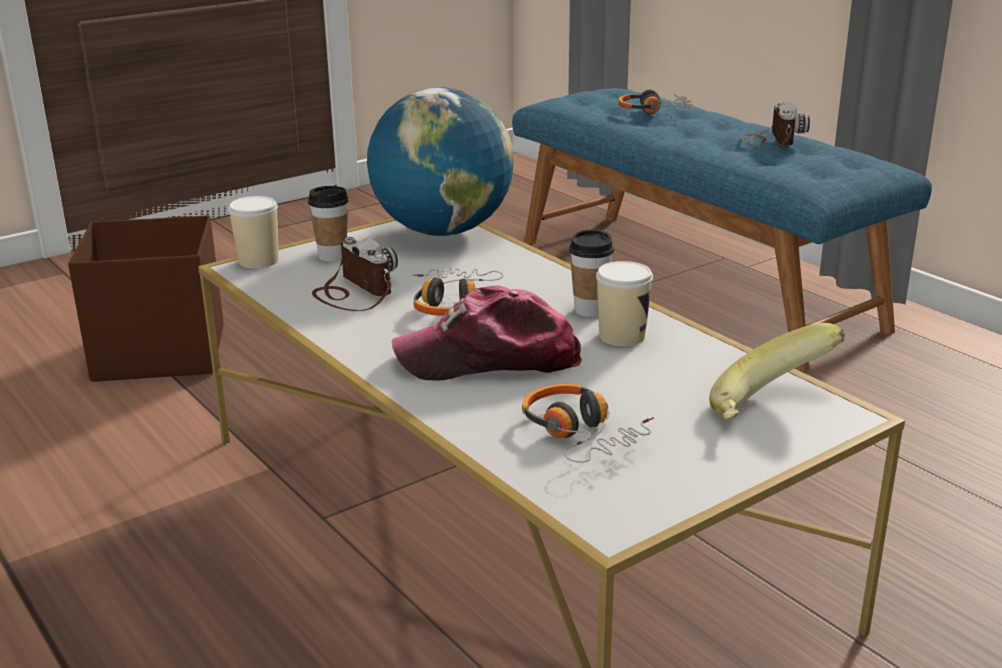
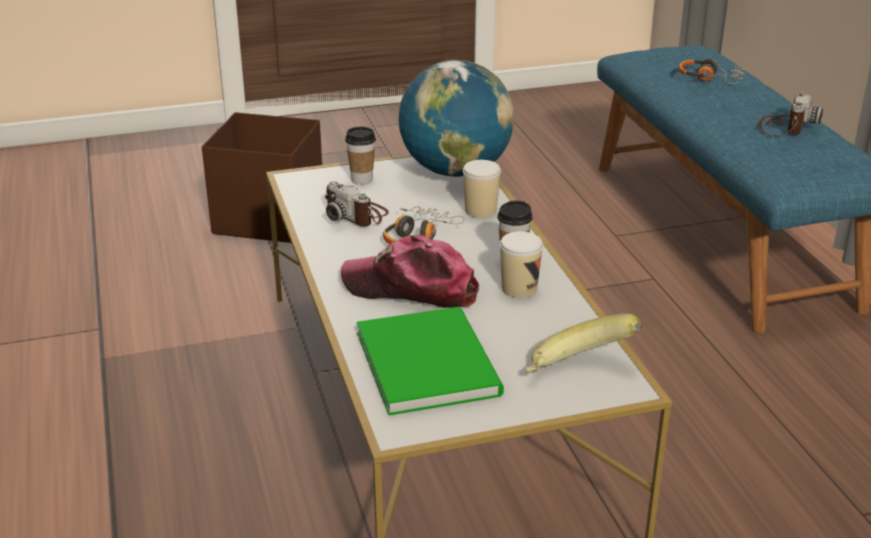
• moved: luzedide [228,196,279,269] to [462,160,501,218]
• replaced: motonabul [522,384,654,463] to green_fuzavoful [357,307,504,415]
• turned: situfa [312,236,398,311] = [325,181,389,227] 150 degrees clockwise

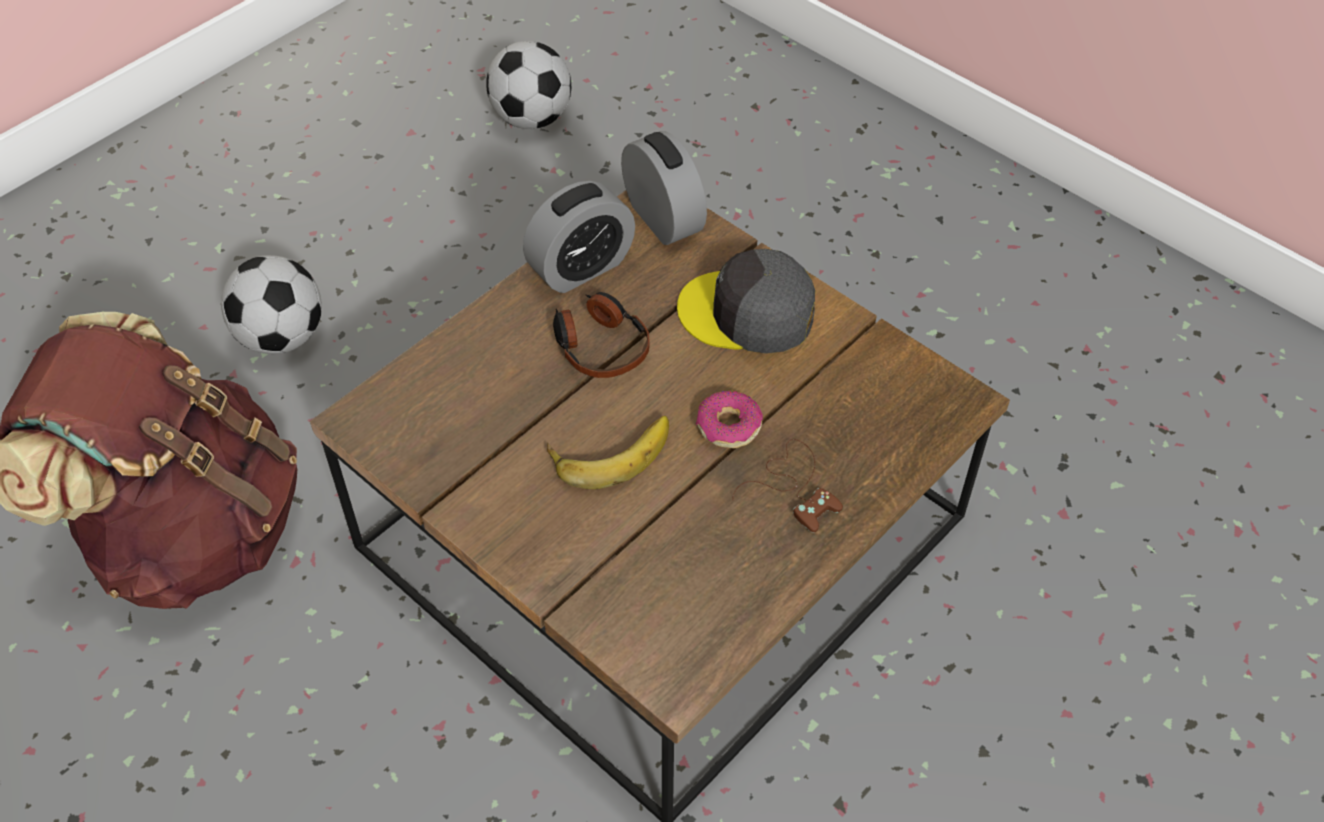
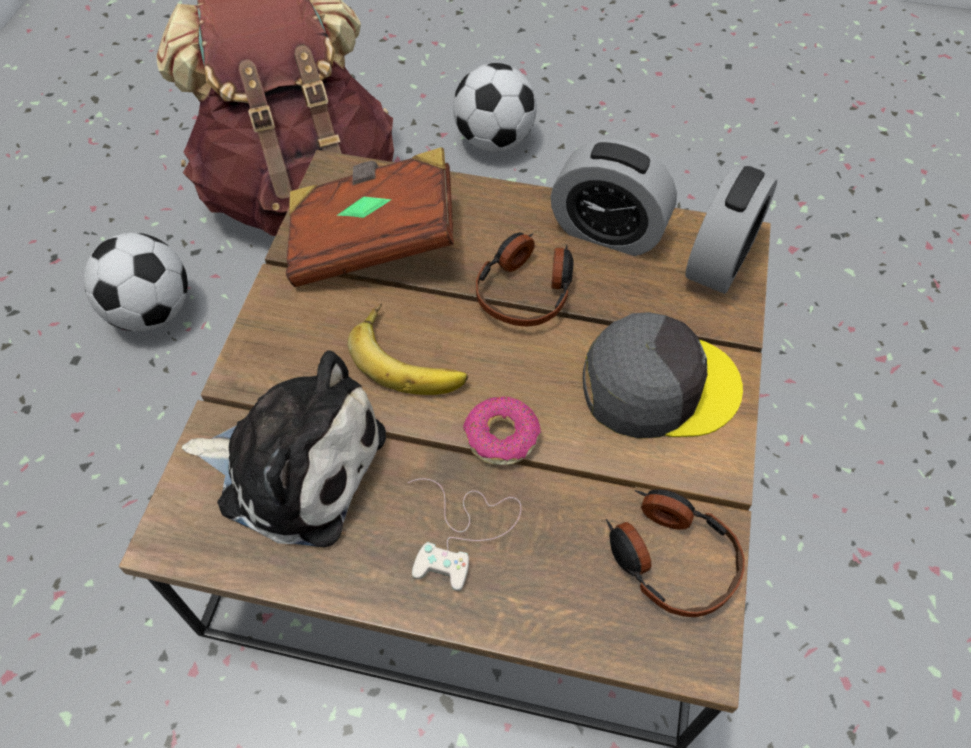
• added: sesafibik [182,350,386,548]
• added: brown_fuzavoful [286,147,454,287]
• added: motonabul [606,489,745,617]
• moved: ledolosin [486,41,571,129] to [84,233,188,332]
• recoloured: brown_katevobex [732,439,843,533] to white_katevobex [408,479,521,591]
• turned: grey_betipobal [677,249,815,354] = [583,312,743,439] 105 degrees clockwise

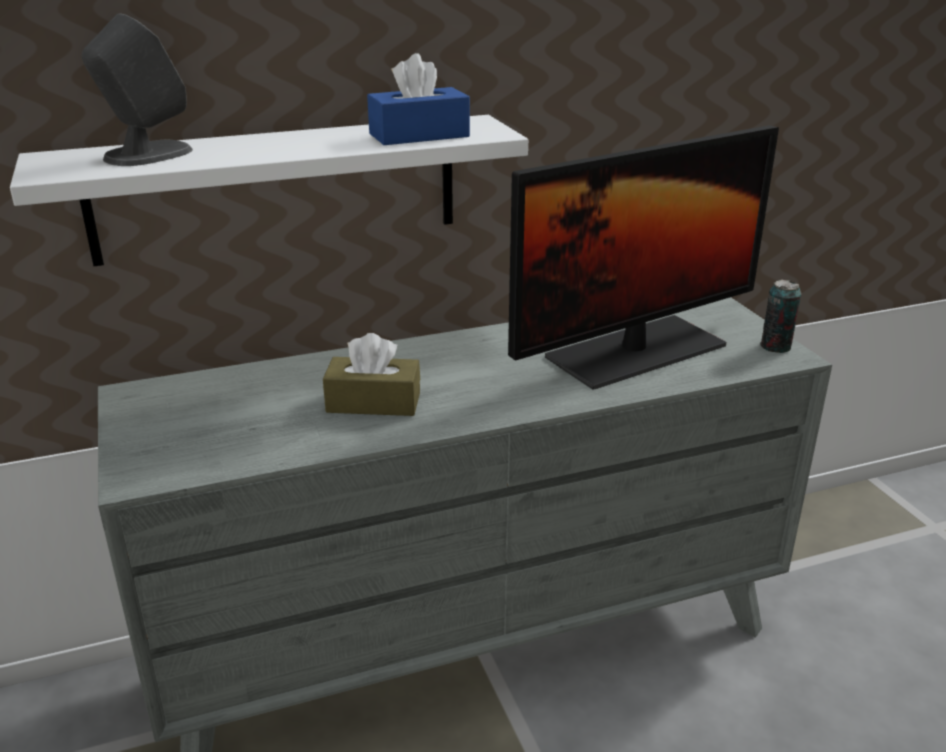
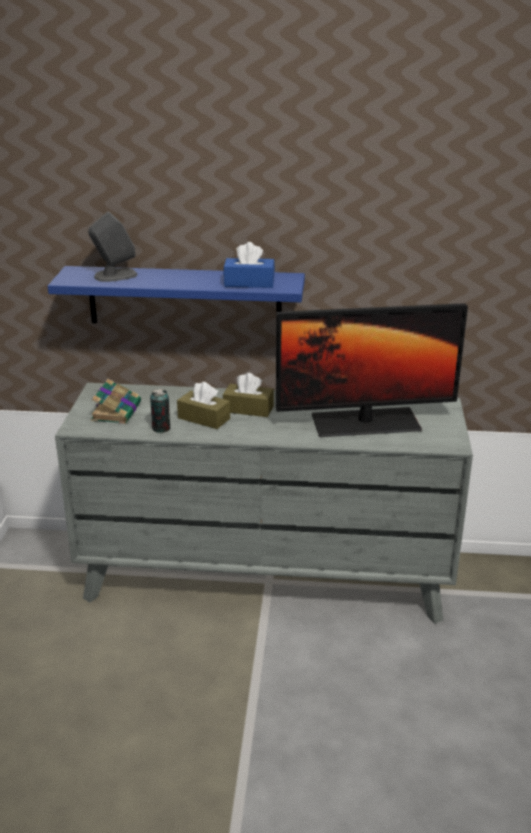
• added: fuzavoful [91,378,141,424]
• added: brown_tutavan [223,373,274,417]
• moved: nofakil [760,280,801,353] to [150,389,170,433]
• recoloured: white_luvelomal [10,115,528,266] to blue_luvelomal [48,266,305,323]

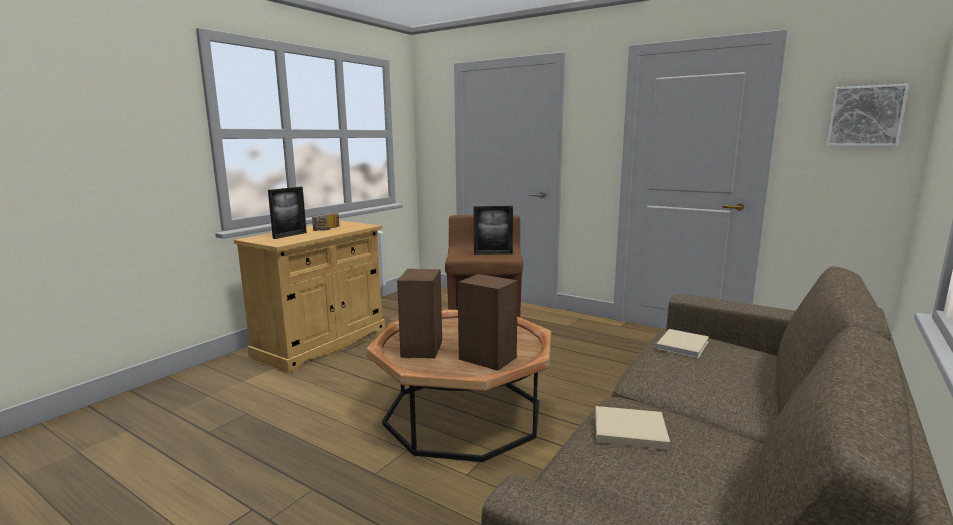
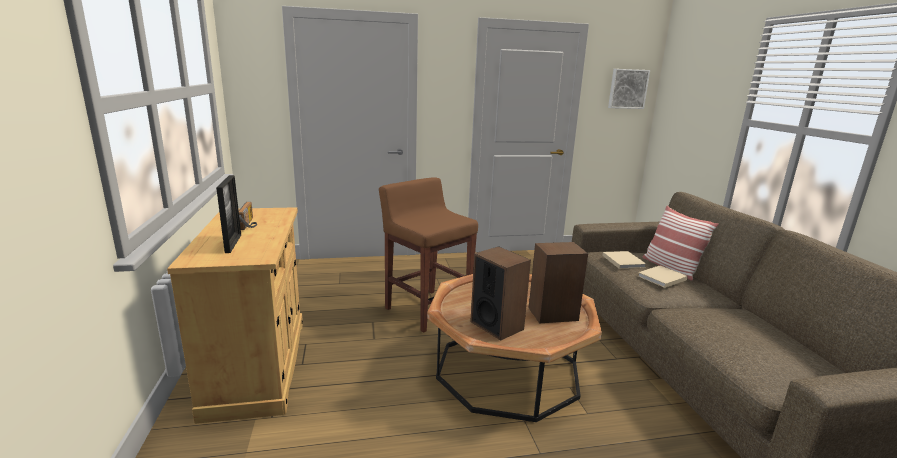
• removed: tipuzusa [474,206,513,255]
• added: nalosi [642,206,719,281]
• moved: beige_fuzavoful [595,406,670,450] to [638,265,688,288]

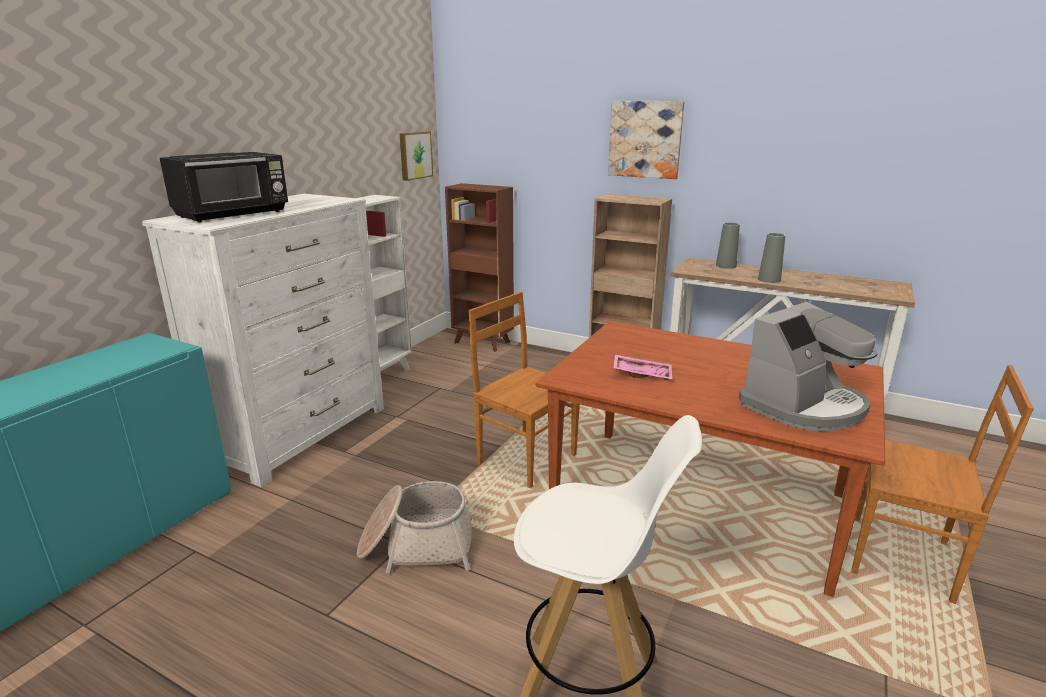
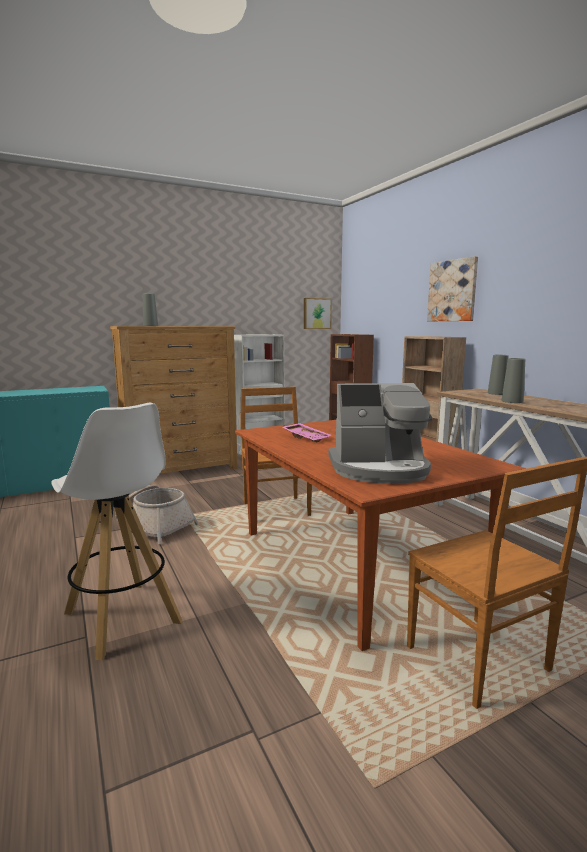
• replaced: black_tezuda [160,152,288,223] to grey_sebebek [143,294,158,326]
• recoloured: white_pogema [142,194,384,487] to brown_pogema [110,326,238,474]

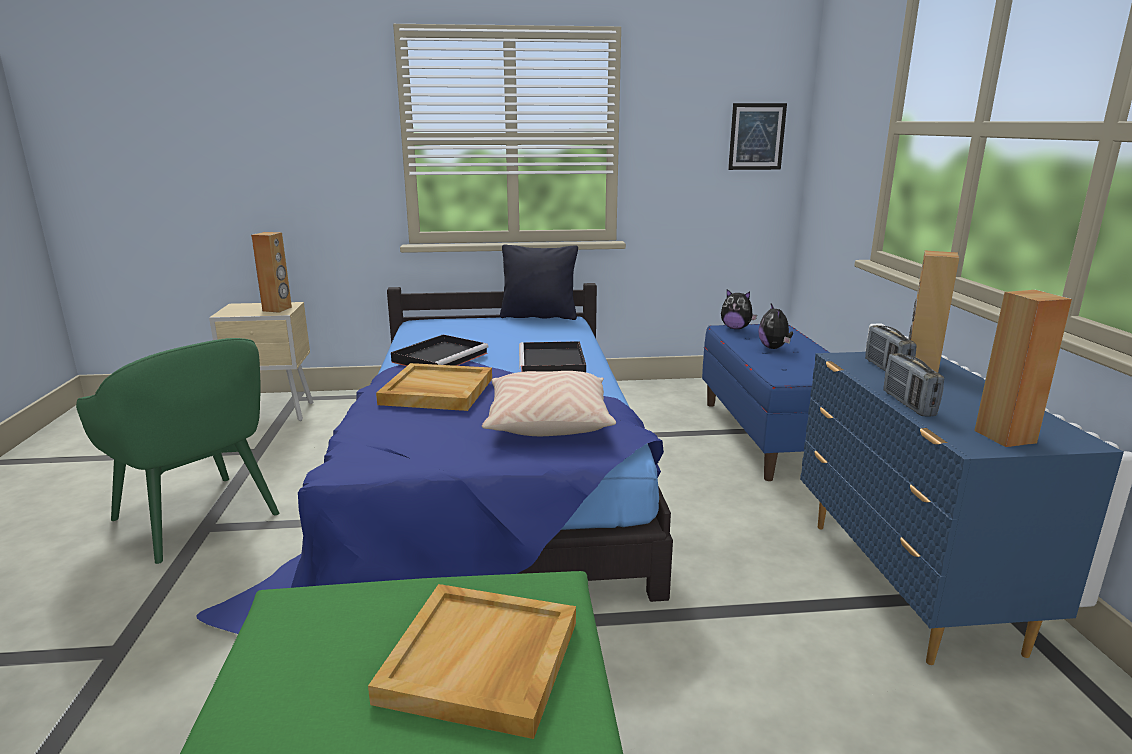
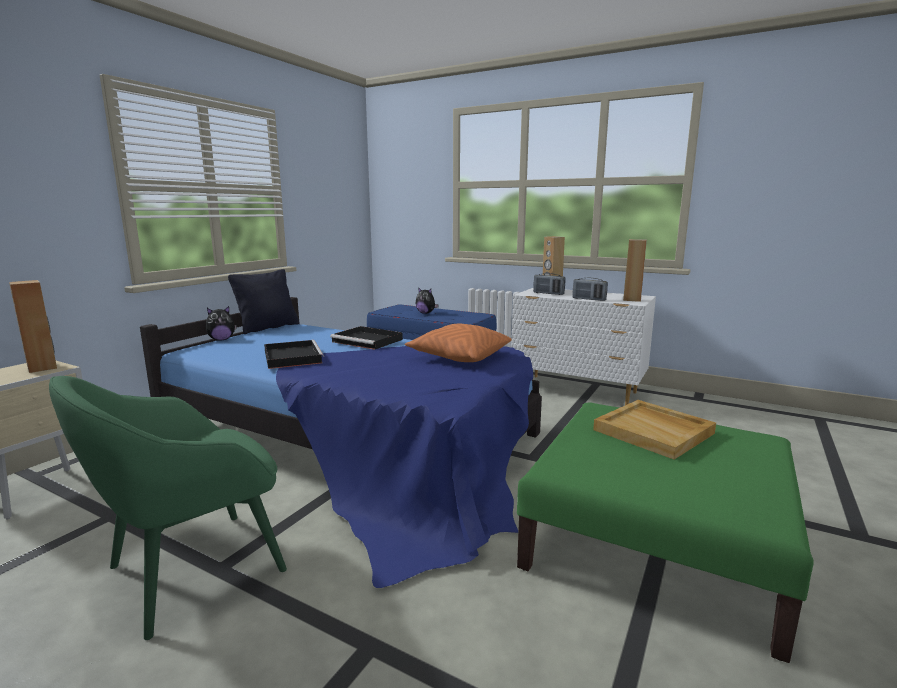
• removed: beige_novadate [376,363,492,411]
• removed: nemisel [728,103,787,170]
• moved: sesafibik [721,289,757,329] to [205,306,237,341]
• recoloured: beige_nalosi [482,371,616,436] to orange_nalosi [405,324,512,362]
• recoloured: blue_pogema [800,352,1124,665] to white_pogema [511,288,656,405]
• turned: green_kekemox [76,338,279,564] = [49,376,287,640] 150 degrees clockwise

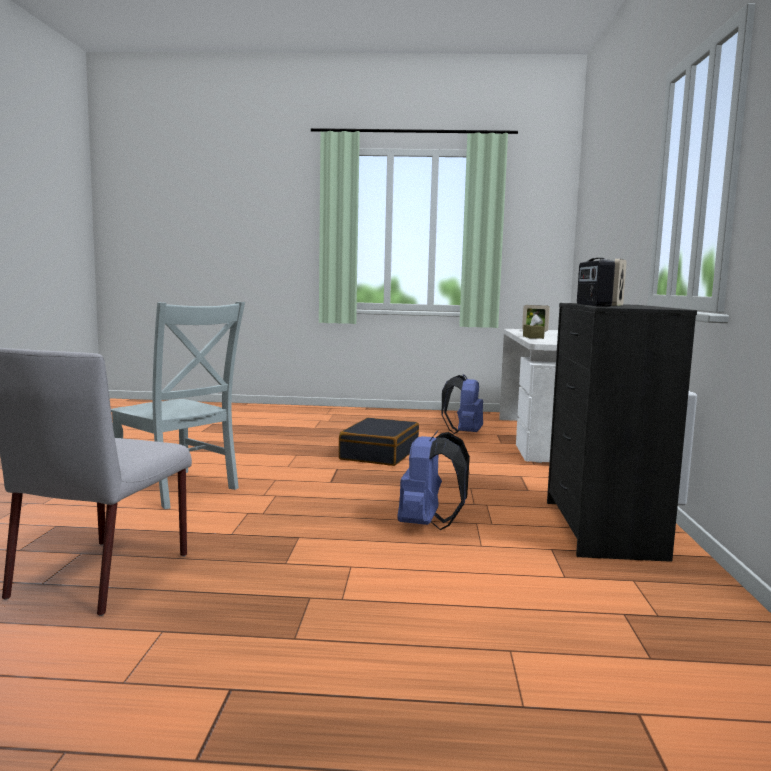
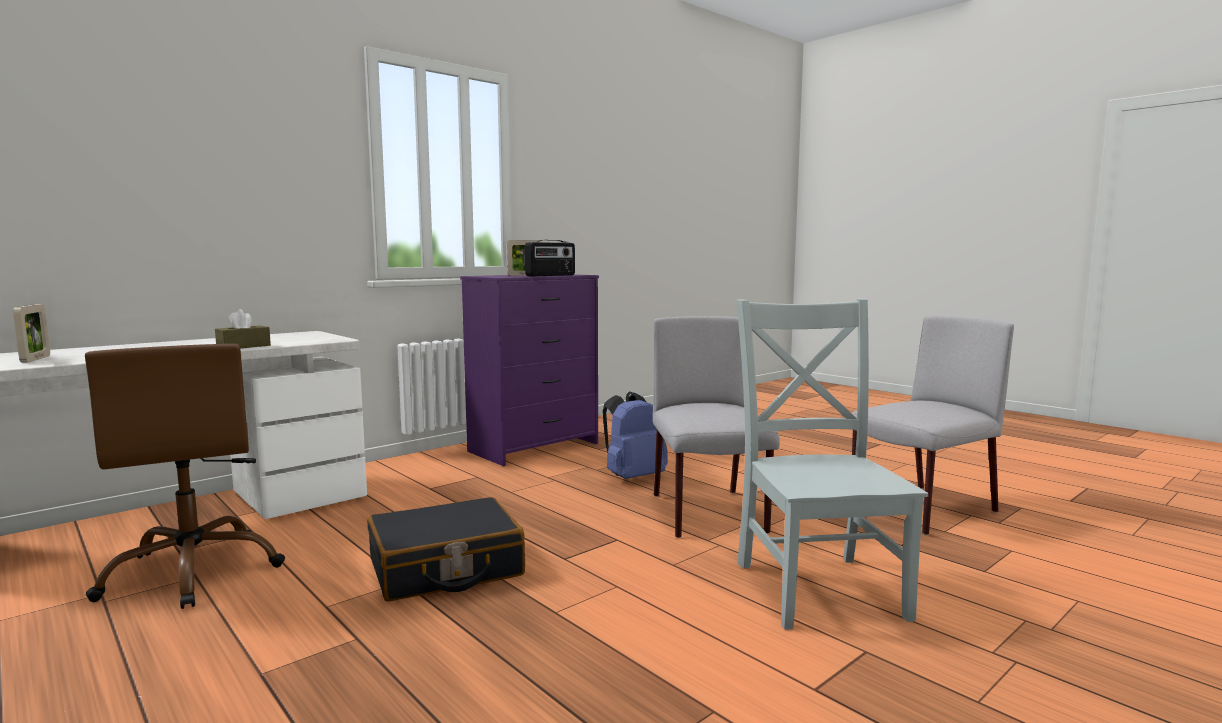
• added: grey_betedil [653,316,780,538]
• replaced: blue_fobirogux [442,374,483,434] to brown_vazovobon [85,344,285,609]
• recoloured: black_pogema [547,303,697,562] to purple_pogema [460,274,599,466]

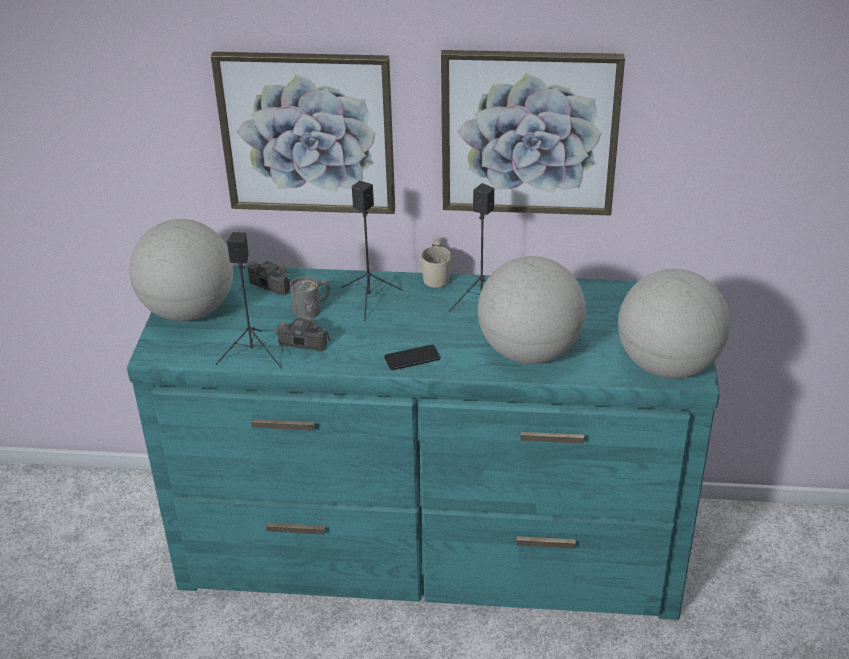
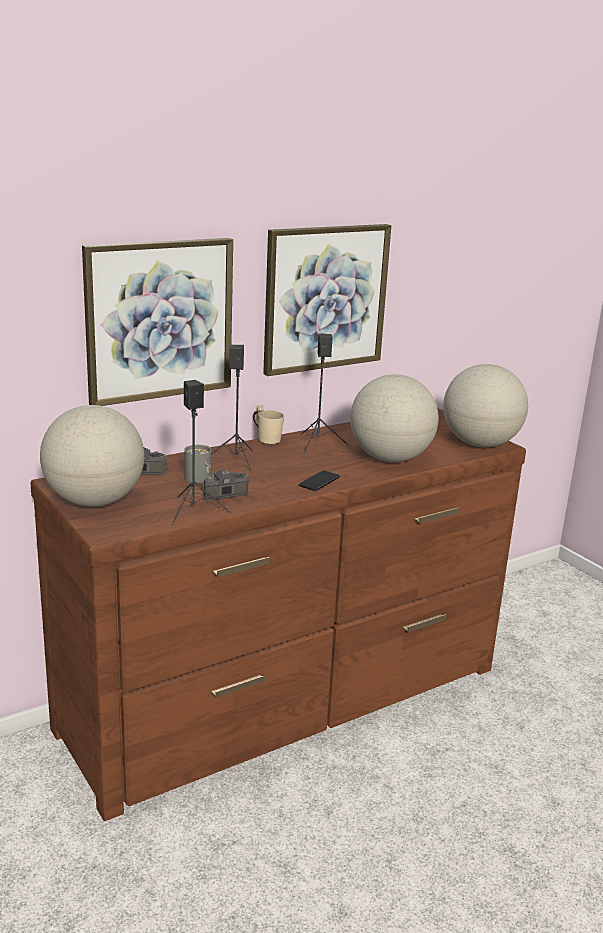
• recoloured: turquoise_pogema [127,266,720,620] to brown_pogema [30,408,526,821]

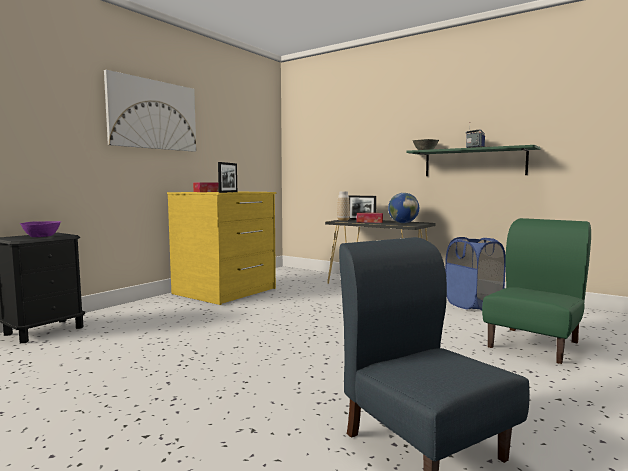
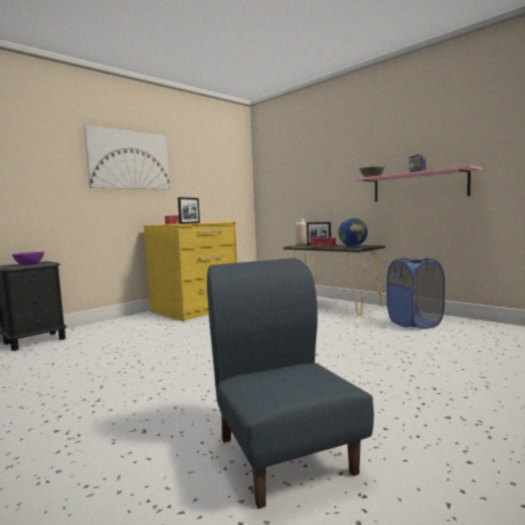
• removed: green_betedil [482,218,591,364]
• recoloured: green_luvelomal [407,145,541,176] to pink_luvelomal [353,166,482,202]

